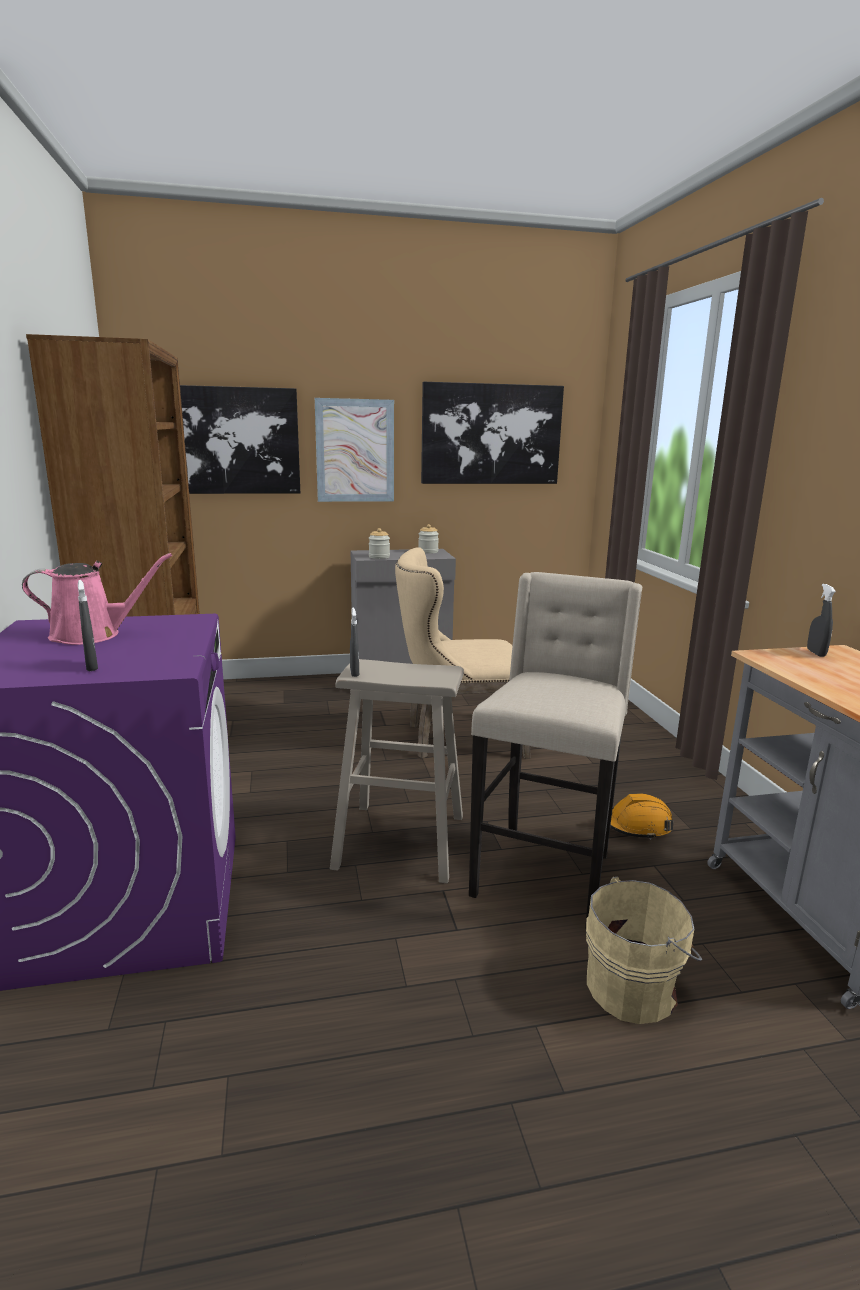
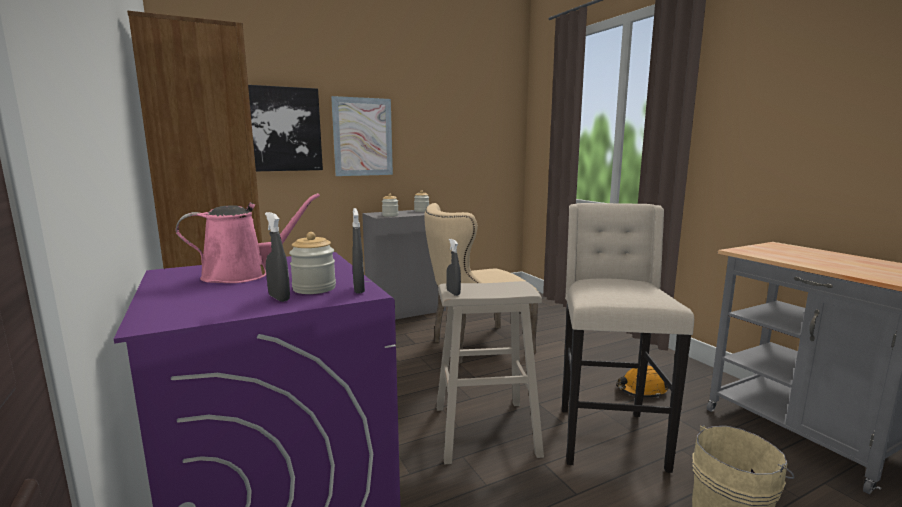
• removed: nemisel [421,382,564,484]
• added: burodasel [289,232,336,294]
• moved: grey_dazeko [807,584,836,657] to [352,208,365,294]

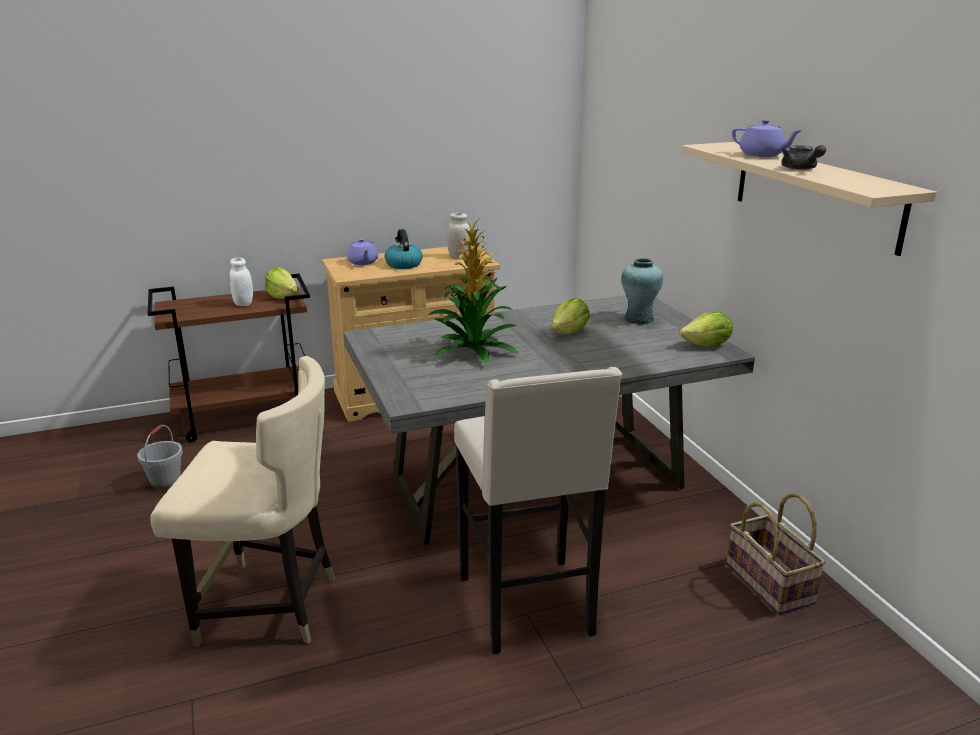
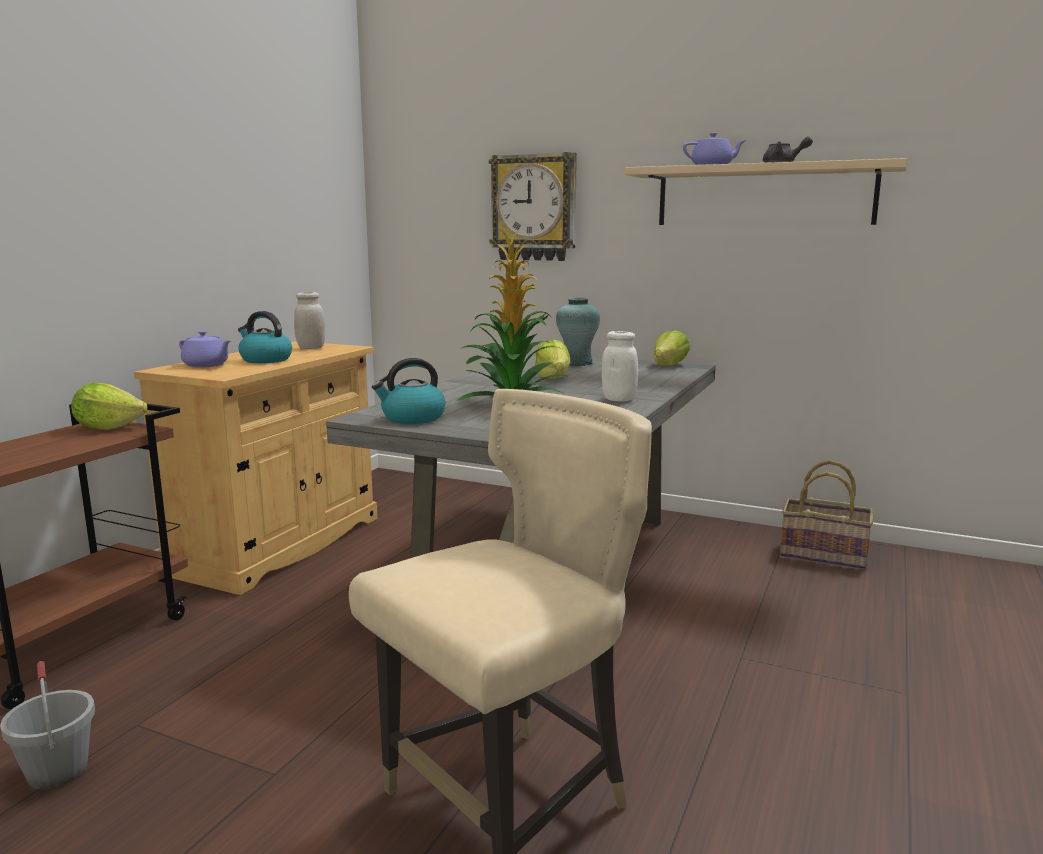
• removed: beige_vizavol [454,367,622,654]
• added: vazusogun [372,358,445,424]
• added: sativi [489,152,577,261]
• moved: white_burodasel [230,258,253,306] to [602,331,638,402]

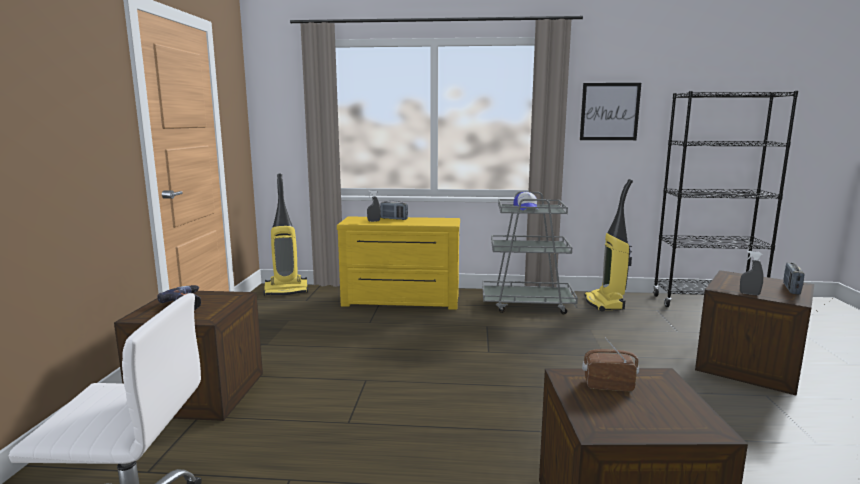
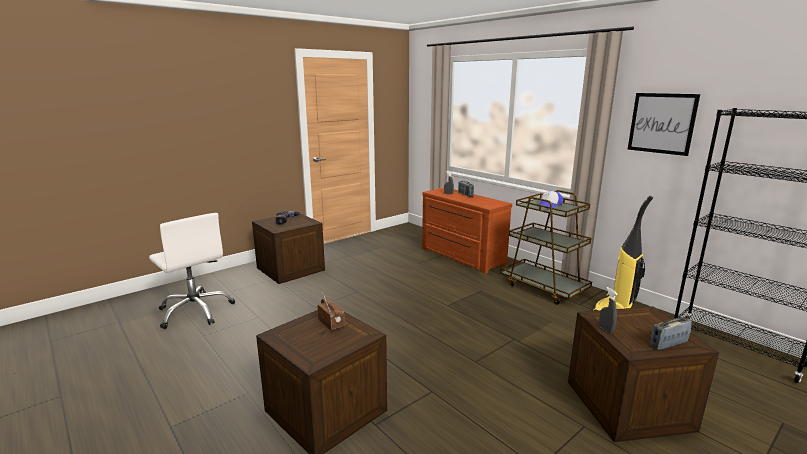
• removed: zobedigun [264,174,308,296]
• recoloured: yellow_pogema [337,216,460,310] to brown_pogema [422,188,512,274]
• recoloured: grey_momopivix [482,192,578,314] to brown_momopivix [500,190,592,305]

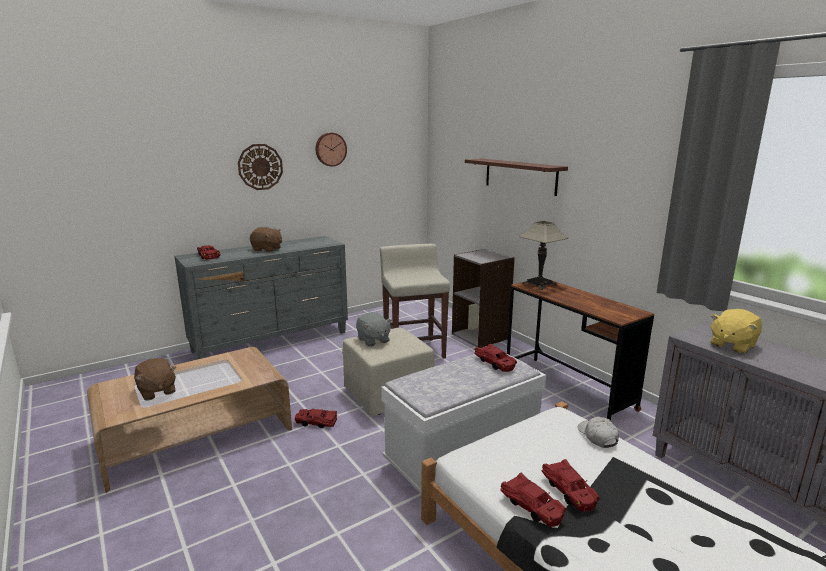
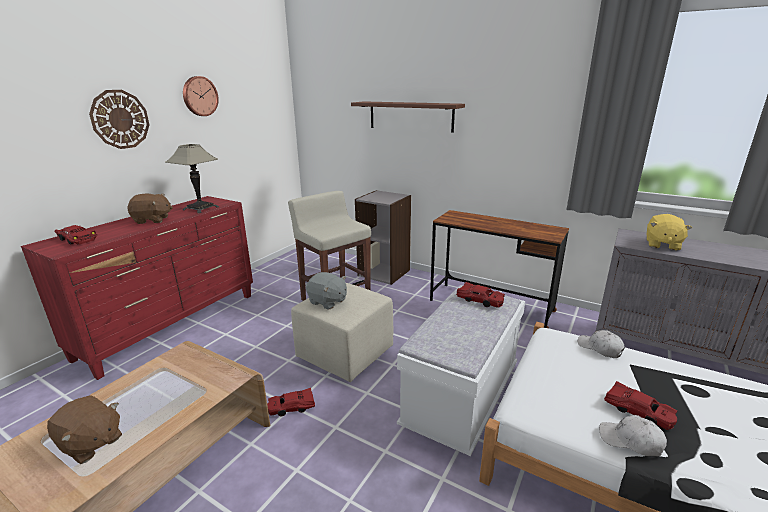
• moved: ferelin [519,221,569,290] to [165,144,219,213]
• replaced: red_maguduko [500,472,566,527] to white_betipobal [599,415,667,457]
• recoloured: grey_pogema [174,236,348,359] to red_pogema [21,196,253,380]

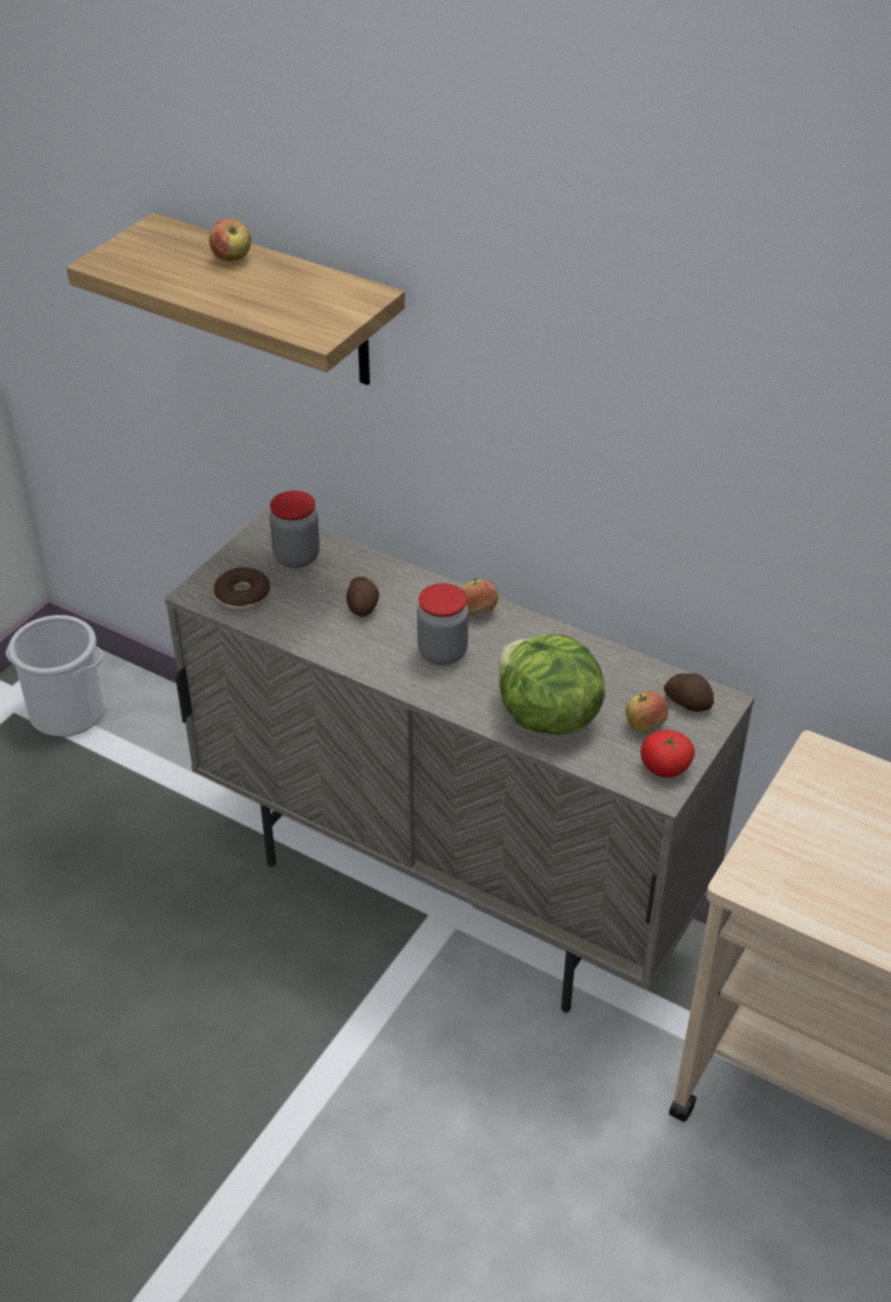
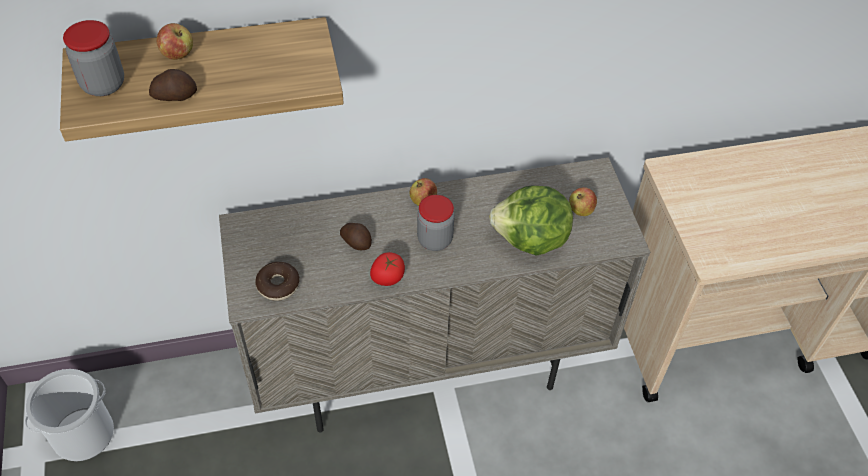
• moved: burodasel [270,491,320,568] to [63,20,124,96]
• moved: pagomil [641,730,695,778] to [370,252,405,286]
• moved: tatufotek [664,673,714,712] to [149,69,197,101]

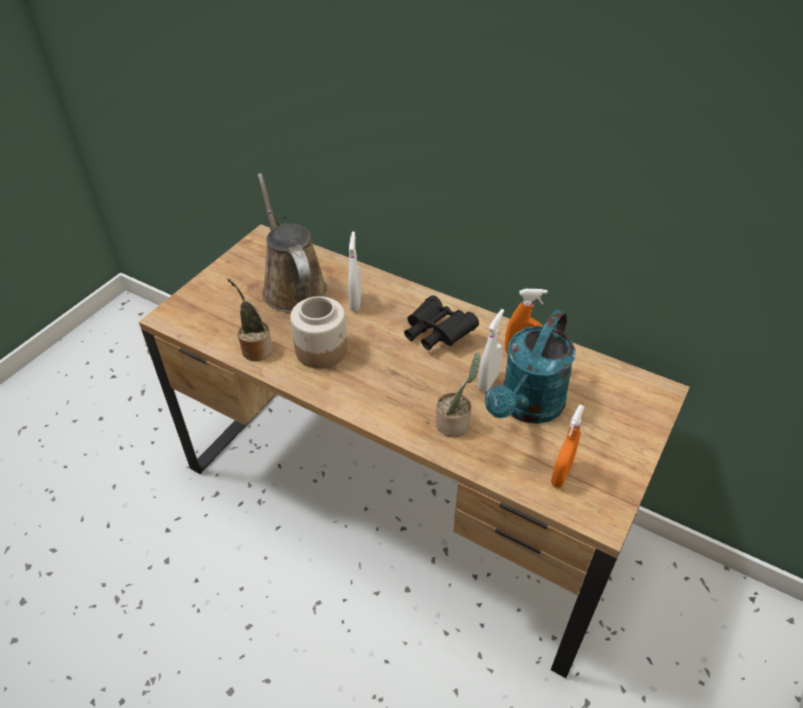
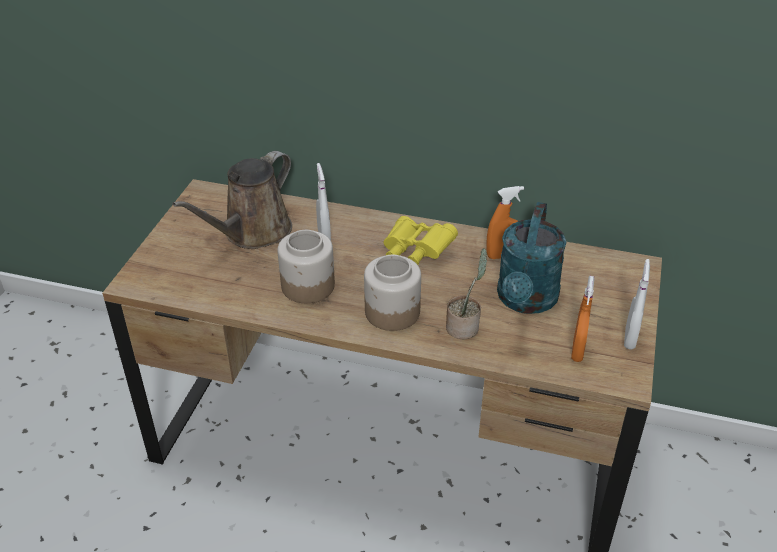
• removed: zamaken [227,278,273,361]
• added: burodasel [364,255,421,331]
• moved: white_dazeko [478,309,504,392] to [624,259,650,350]
• recoloured: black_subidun [404,295,479,350] to yellow_subidun [383,216,458,265]
• turned: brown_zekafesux [258,173,327,313] = [172,151,292,249] 105 degrees counterclockwise

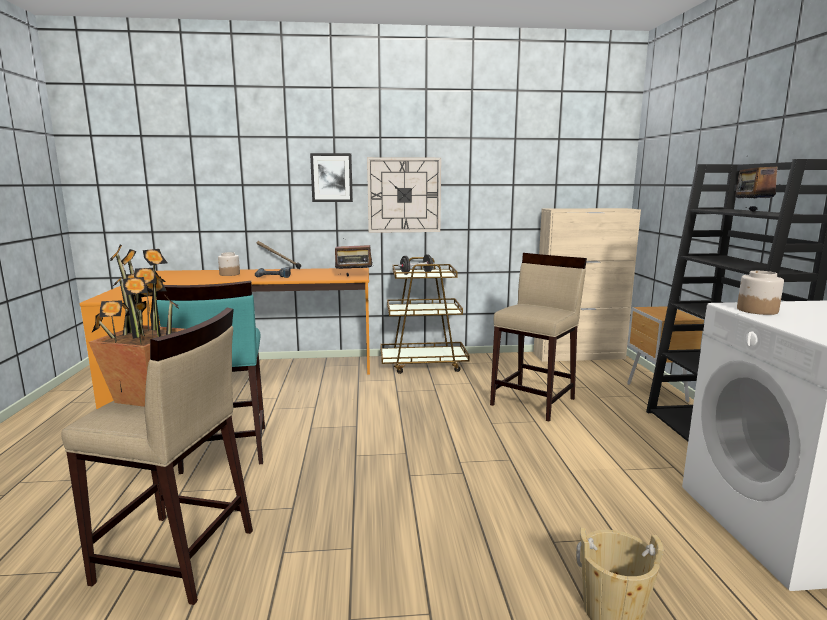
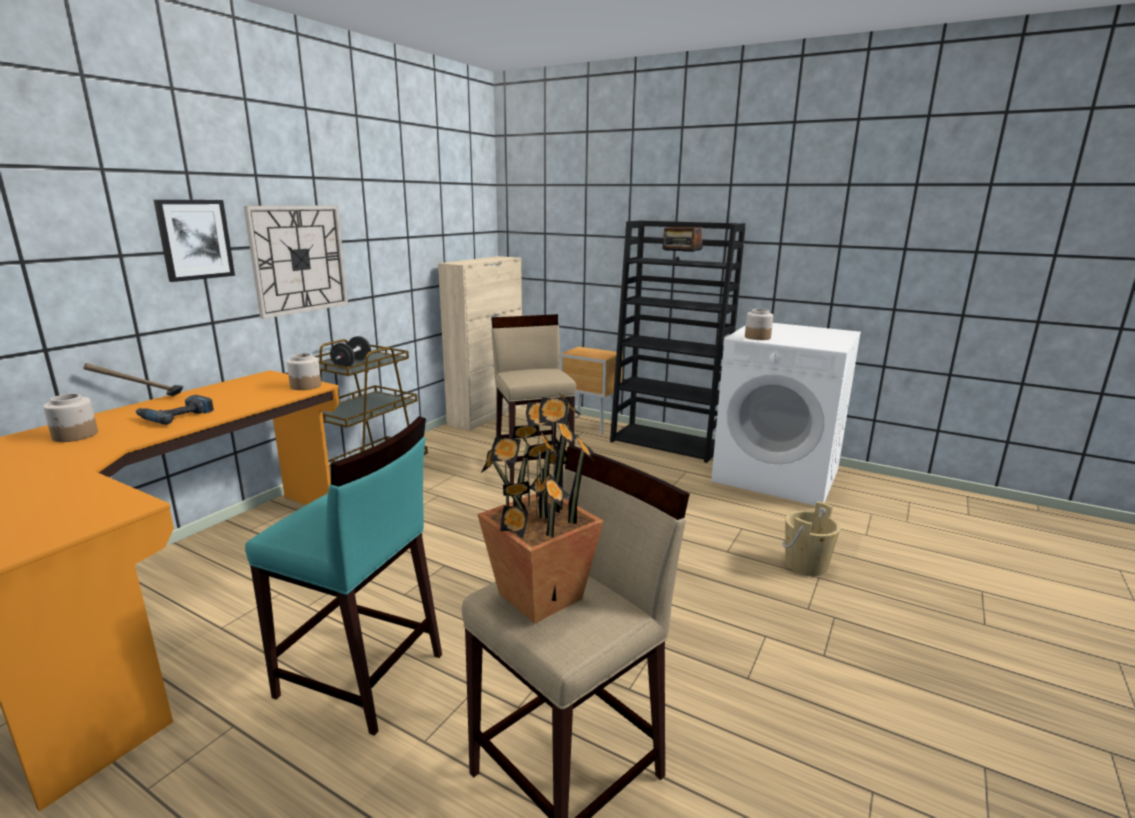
• replaced: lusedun [335,245,374,276] to burodasel [287,353,321,390]

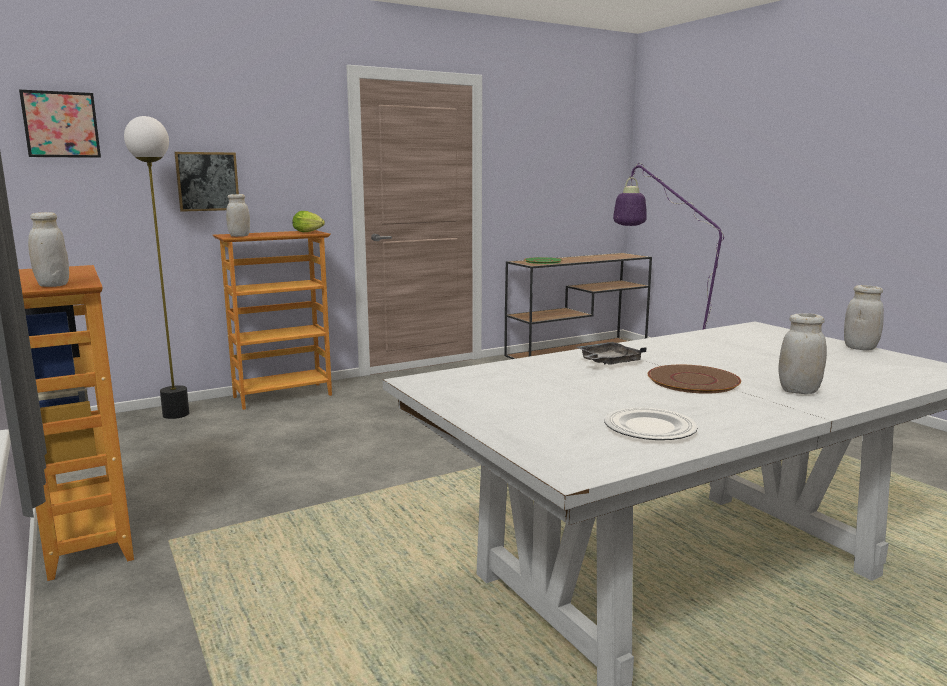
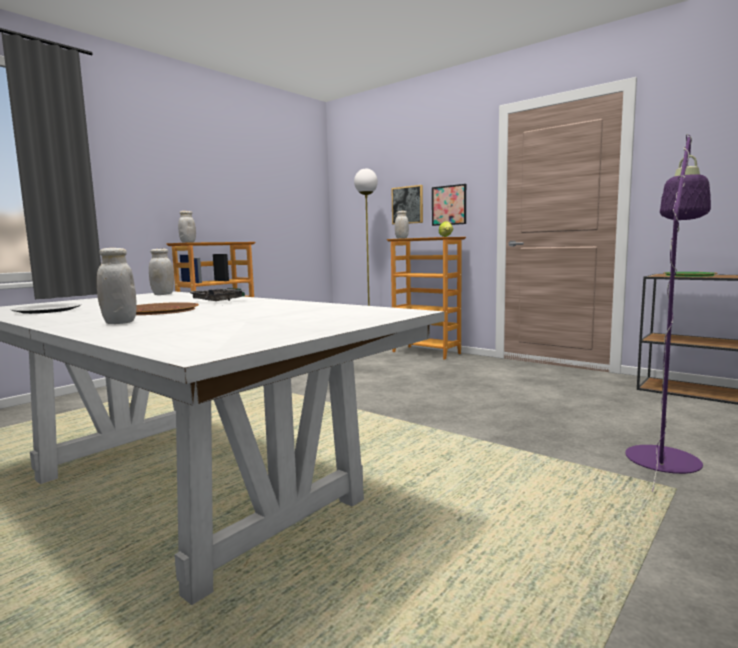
• moved: nemisel [19,90,101,158] to [432,184,466,226]
• moved: white_burodasel [844,285,884,350] to [149,249,174,295]

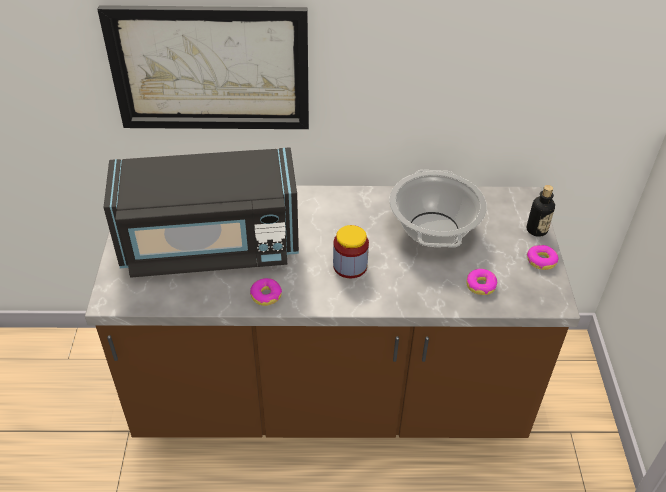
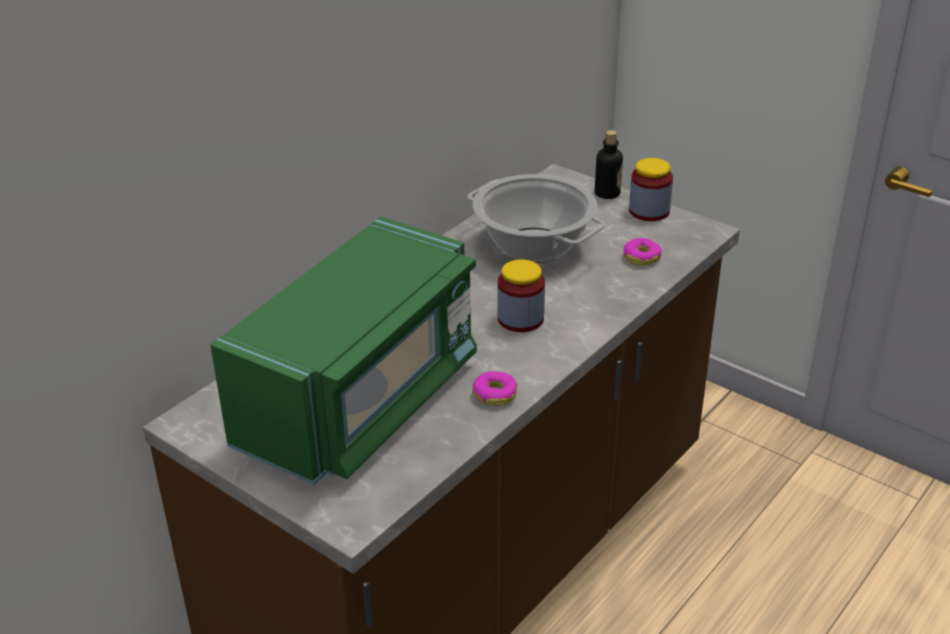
• removed: nemisel [97,5,309,129]
• replaced: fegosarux [527,245,559,270] to burodasel [629,158,673,221]
• recoloured: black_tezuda [103,147,299,278] to green_tezuda [210,217,477,485]

